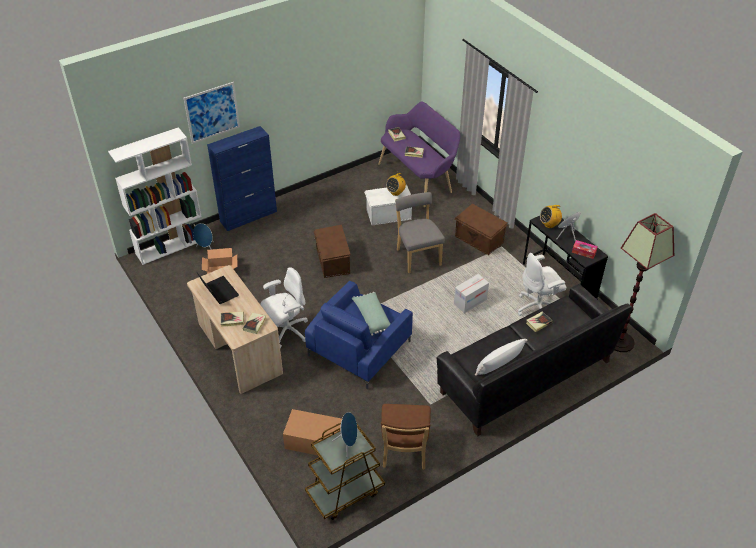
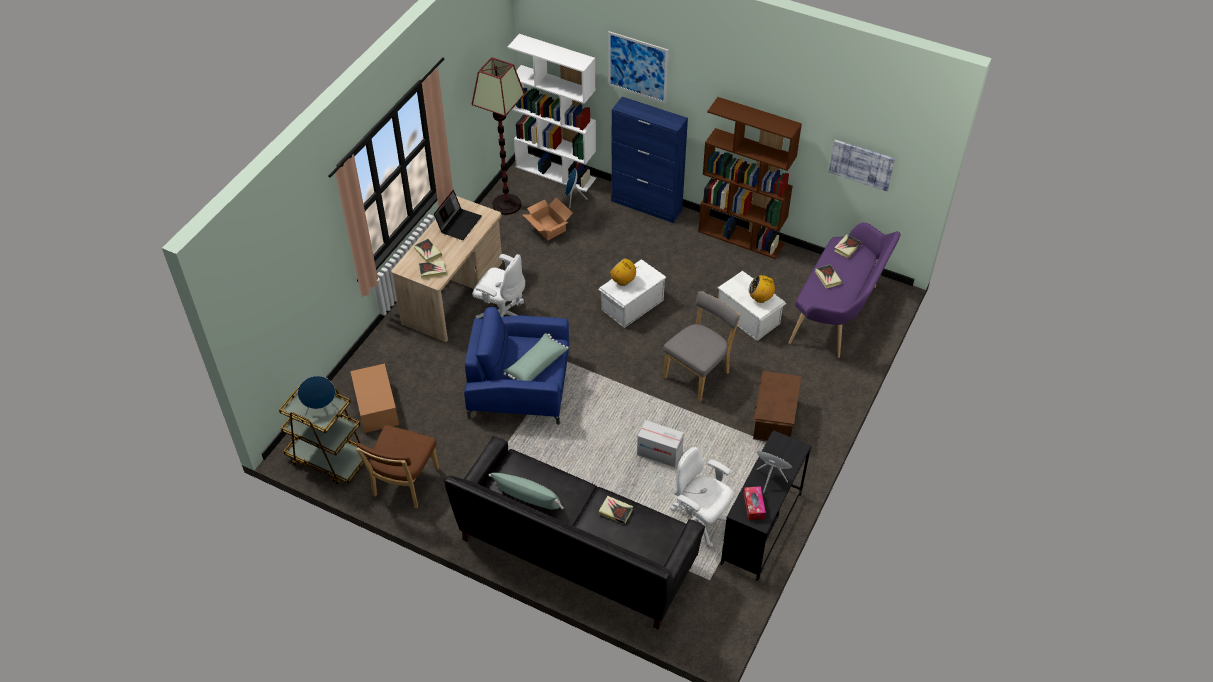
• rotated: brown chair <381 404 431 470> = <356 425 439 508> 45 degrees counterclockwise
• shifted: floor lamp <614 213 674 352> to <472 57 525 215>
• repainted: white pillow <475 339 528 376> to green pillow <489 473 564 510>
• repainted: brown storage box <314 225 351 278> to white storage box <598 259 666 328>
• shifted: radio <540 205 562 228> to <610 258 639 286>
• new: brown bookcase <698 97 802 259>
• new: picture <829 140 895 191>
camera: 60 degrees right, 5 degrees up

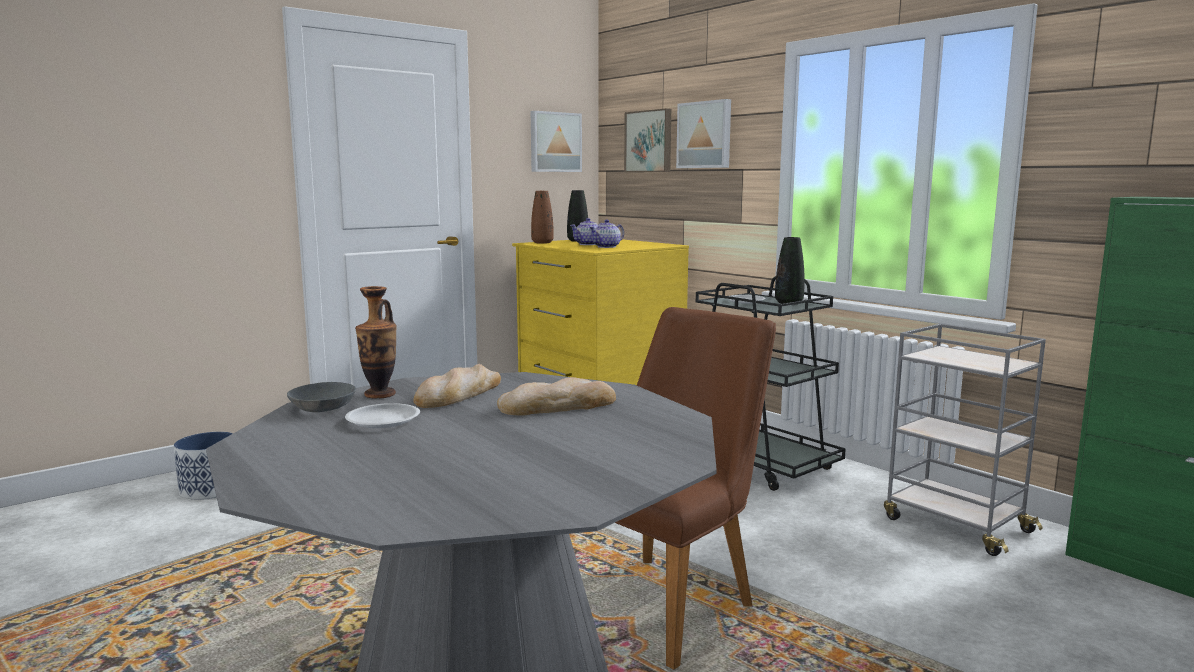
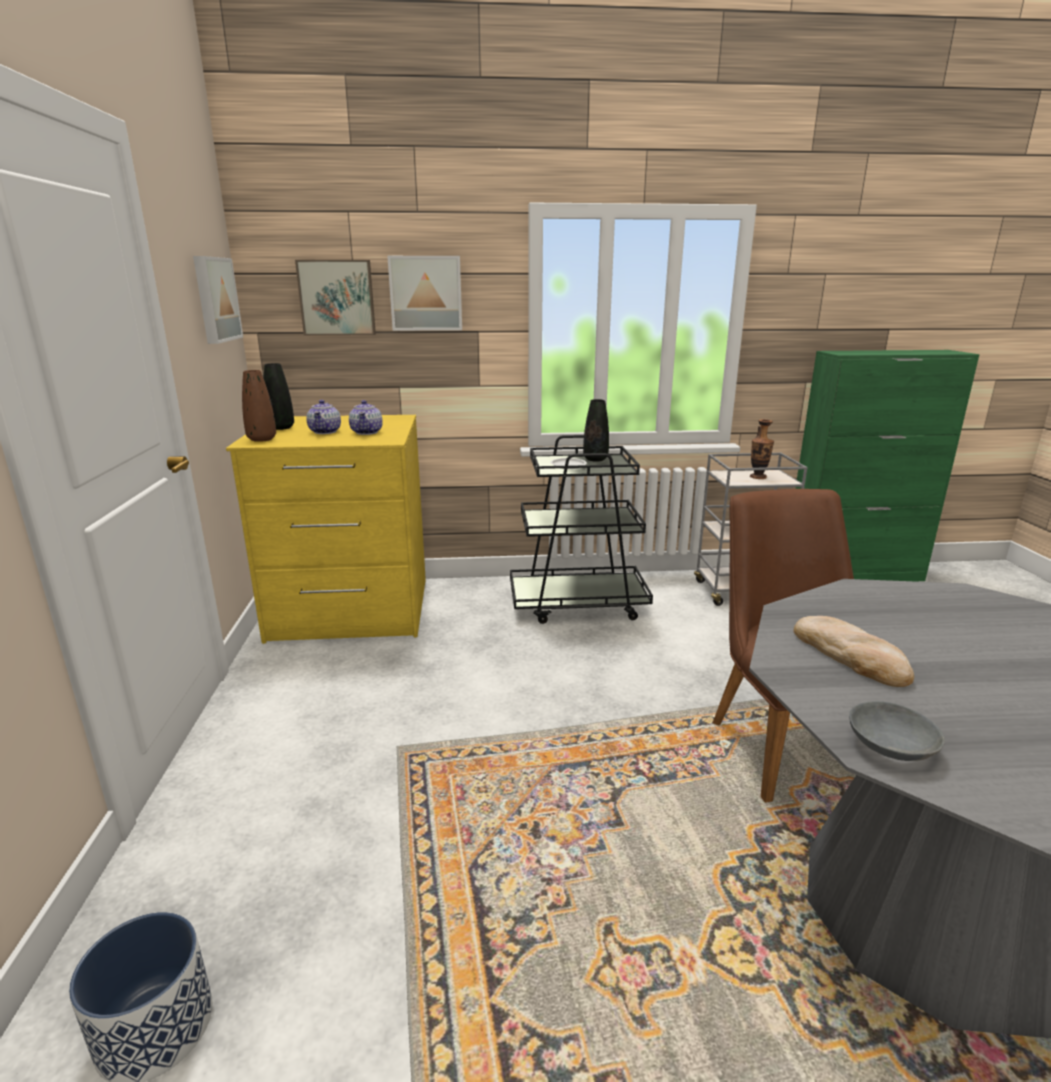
• shifted: vase <355 286 397 399> to <750 419 774 479>
• gone: white plate <345 403 420 428>
• gone: bread <497 377 616 416>
camera: 55 degrees left, 10 degrees up

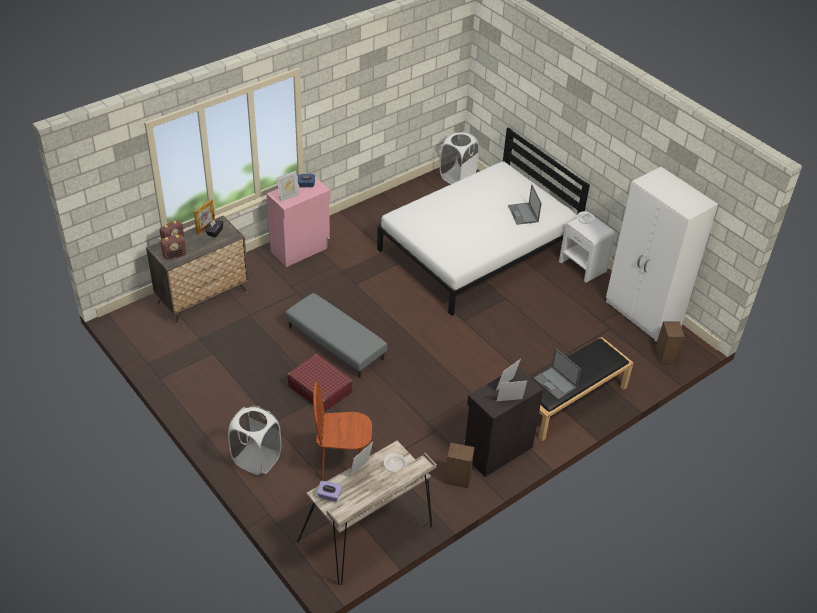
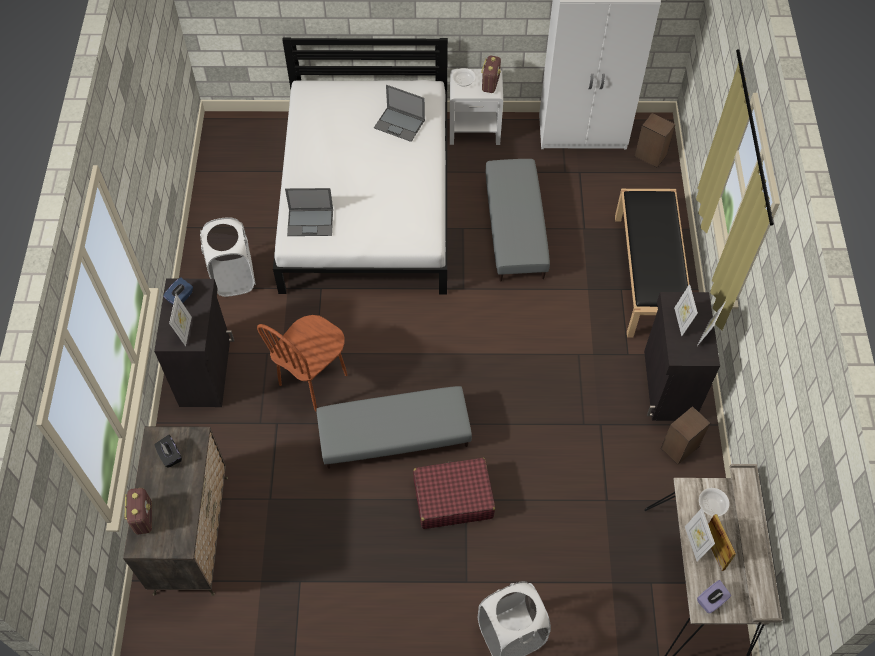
• repainted: pink cabinet <267 177 331 267> to black cabinet <154 279 234 407>
• shifted: white laundry basket <440 131 479 184> to <200 217 256 297>
• shifted: brown chair <313 382 372 480> to <257 315 347 411>
• shifted: laptop <533 348 581 400> to <285 188 333 236>
• shifted: radio <160 234 186 260> to <481 56 501 93>
• new: grey ottoman <486 159 550 281>
• shifted: picture frame <194 199 215 234> to <708 514 736 571>
camera: 50 degrees left, 15 degrees up

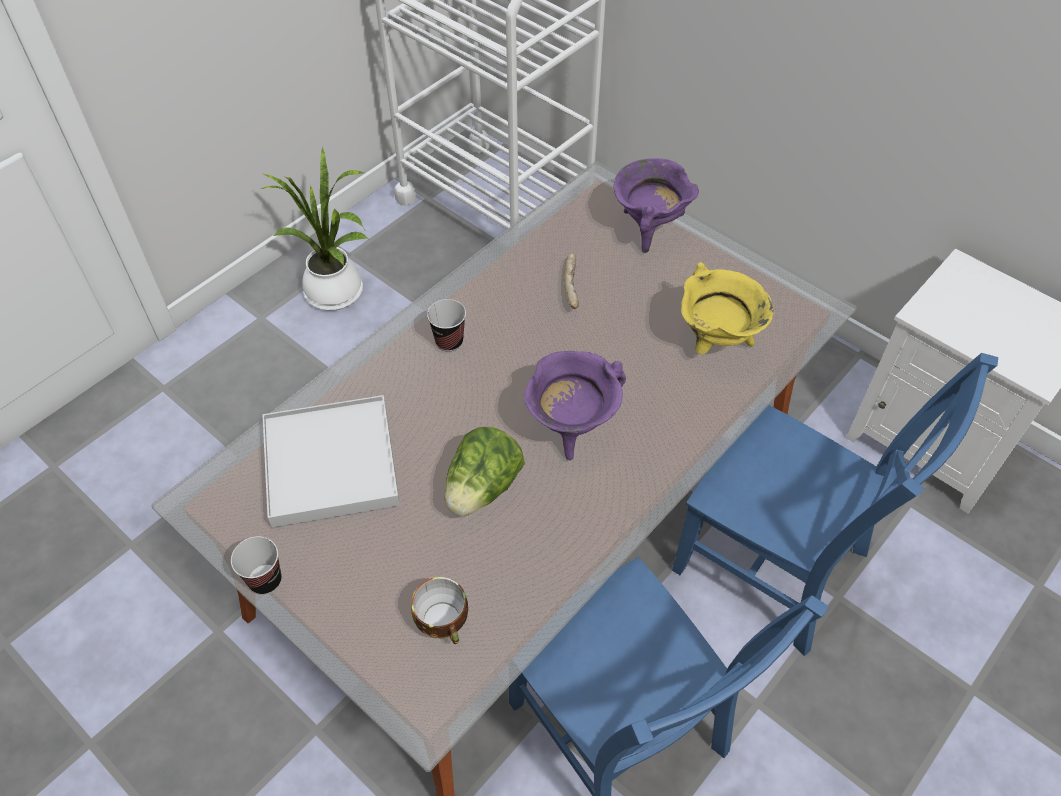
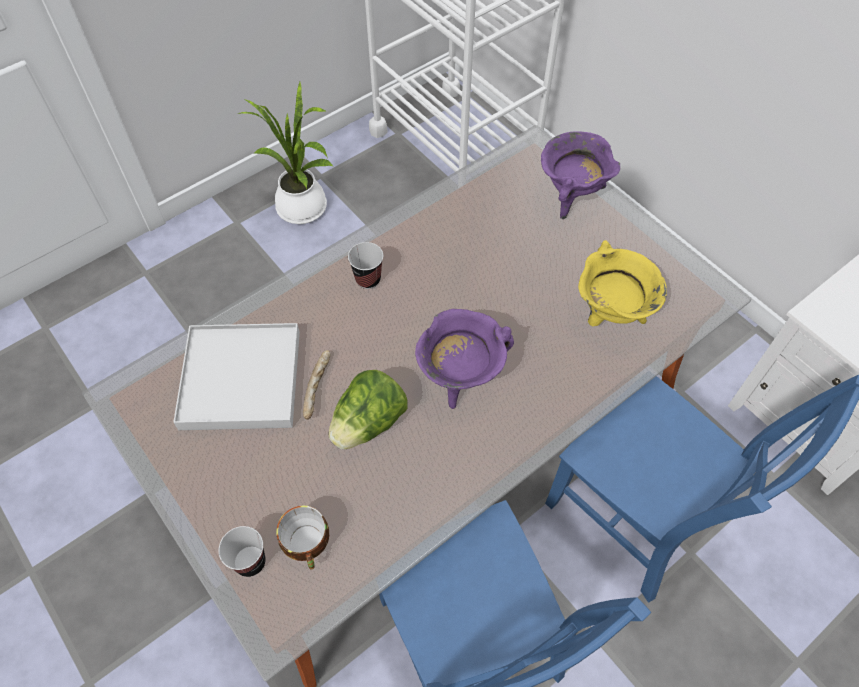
• shifted: cup <231 536 282 595> to <219 526 266 577>
• shifted: bread <564 254 579 309> to <303 350 331 420>
camera: 10 degrees right, 5 degrees up

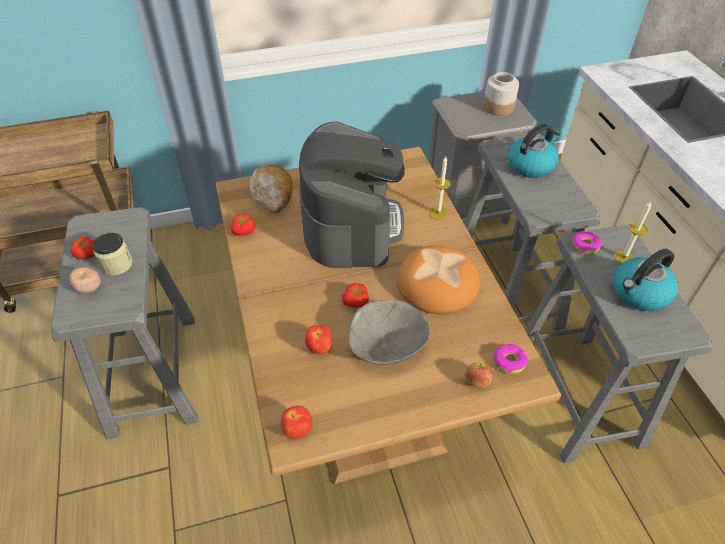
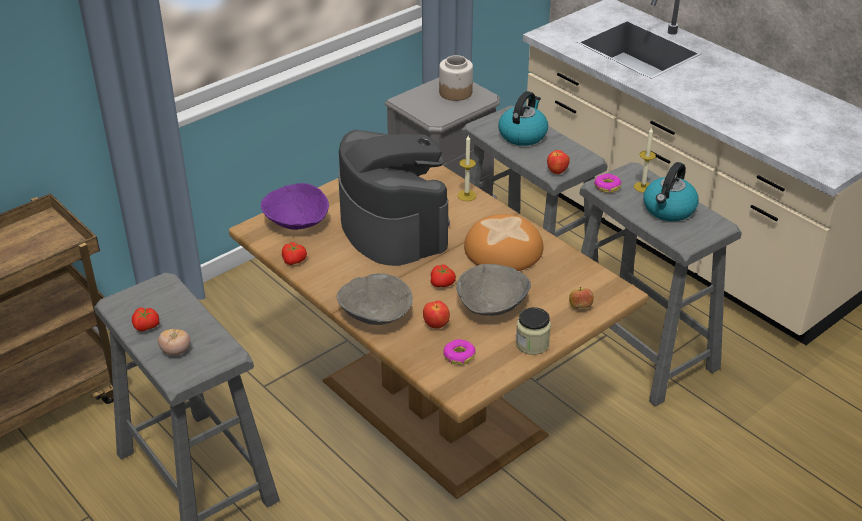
• swapped: bread <250 164 293 213> to purple bowl <261 183 329 230>
• new: grey bowl <337 273 413 325>
• shifted: donut <493 344 528 374> to <443 339 476 365>
• shifted: jar <92 233 133 276> to <516 307 551 355>
• shifted: apple <281 406 312 439> to <547 150 570 174>
camera: 25 degrees left, 10 degrees down

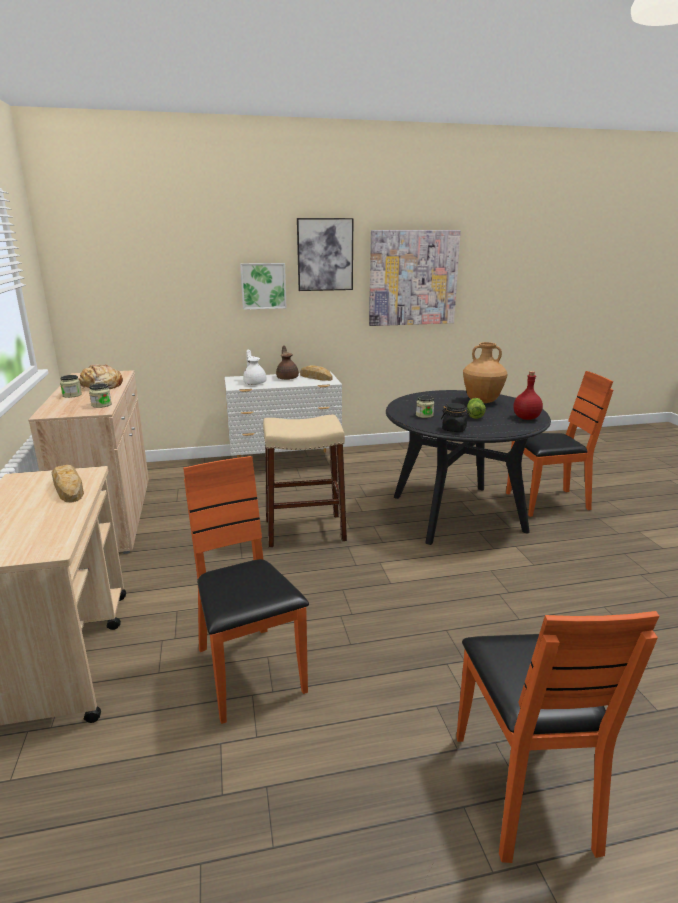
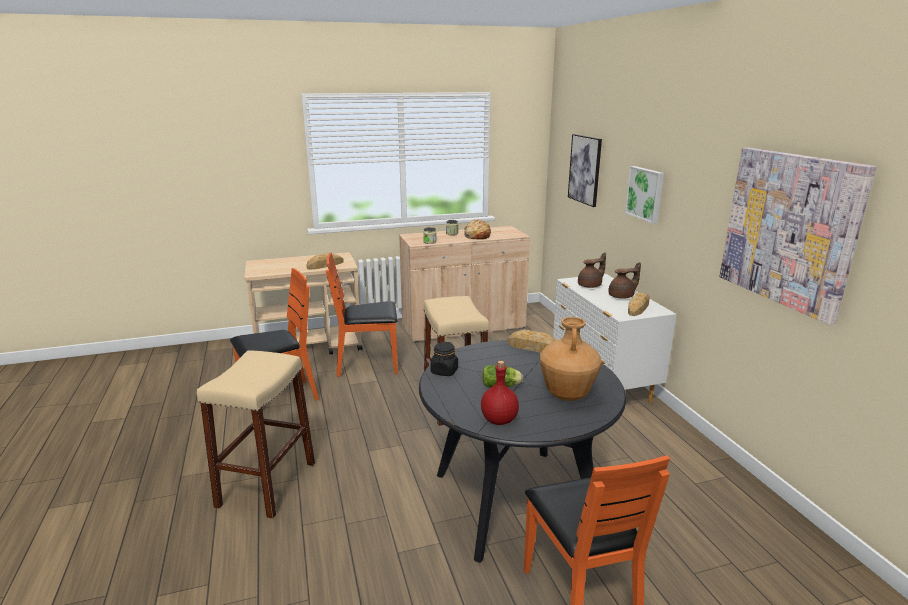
• new: beige stool <197 351 315 519>
• shifted: orange chair <456 611 659 863> to <326 253 398 377>
• new: bread <507 330 556 353>
• shifted: picture <297 218 353 291> to <568 134 602 207>
• repainted: white teapot <243 349 267 385> to brown teapot <578 253 606 288>
• gone: jar <416 396 434 418>
camera: 85 degrees right, 0 degrees up

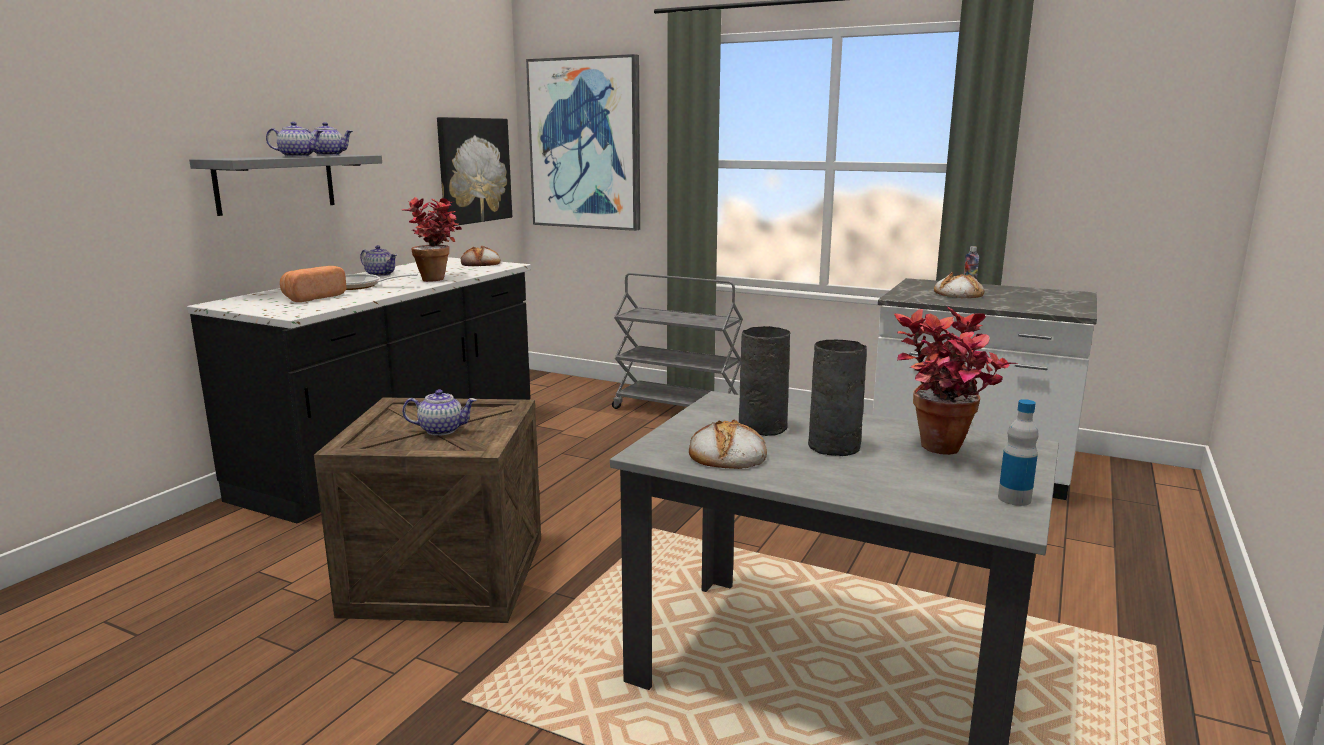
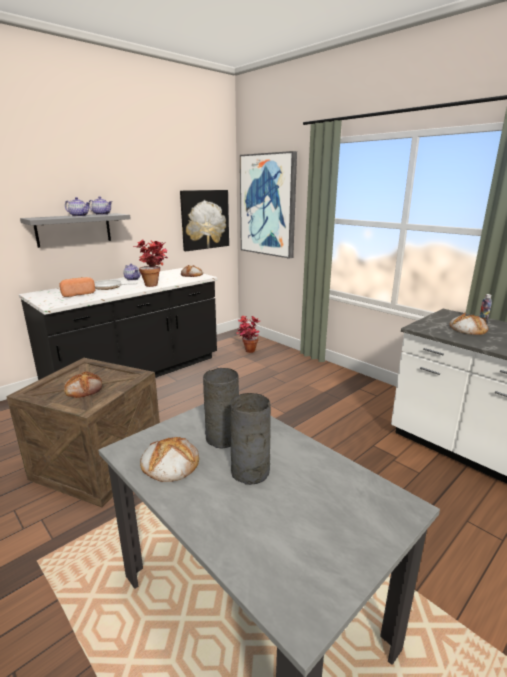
• swapped: teapot <402 389 477 436> to bread <64 371 102 398>
• shifted: potted plant <894 307 1017 455> to <236 316 260 353>
• gone: grey cart <612 273 743 409>
• gone: bottle <998 399 1039 506>
camera: 20 degrees right, 5 degrees up

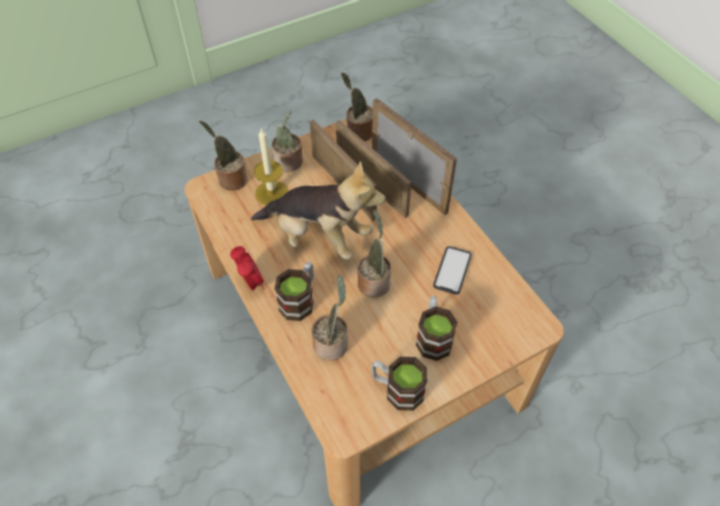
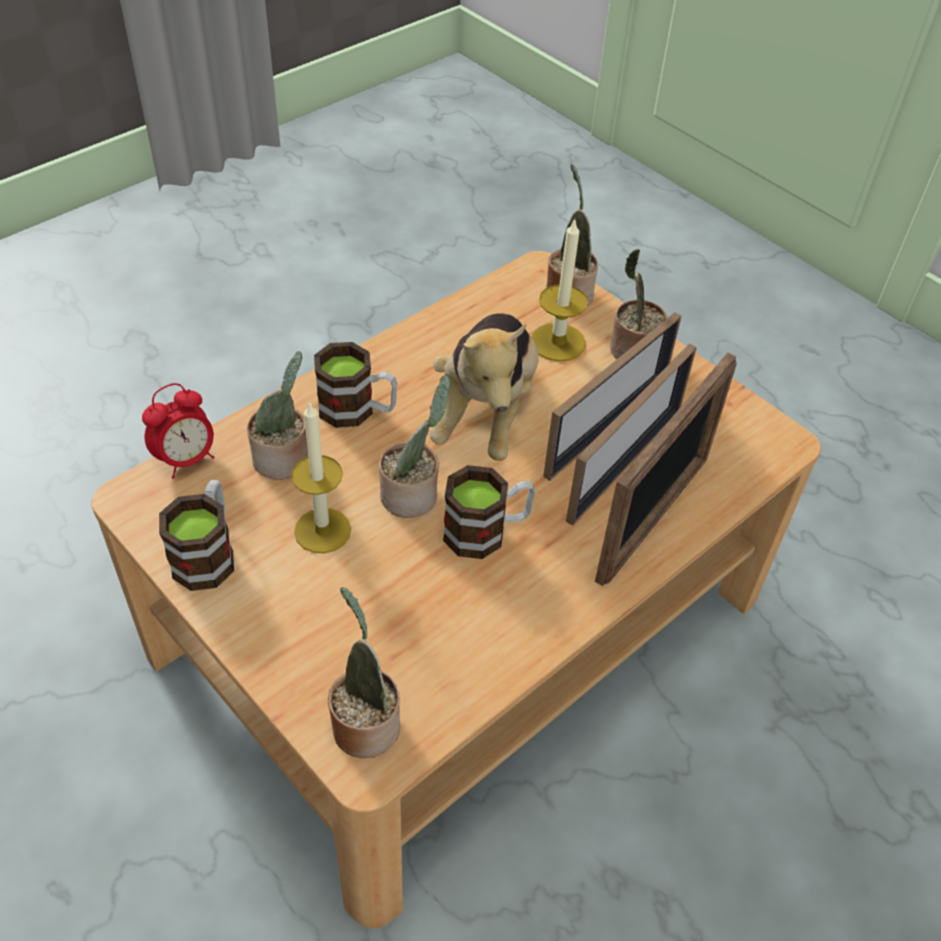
• shifted: alarm clock <230 246 264 291> to <142 383 214 479>
• new: candle <291 401 351 553>
• shifted: potted plant <341 72 373 141> to <328 587 400 758>
• shifted: mug <416 296 458 361> to <443 465 535 559>
• gone: phone <433 246 472 295>
camera: 75 degrees right, 5 degrees down

